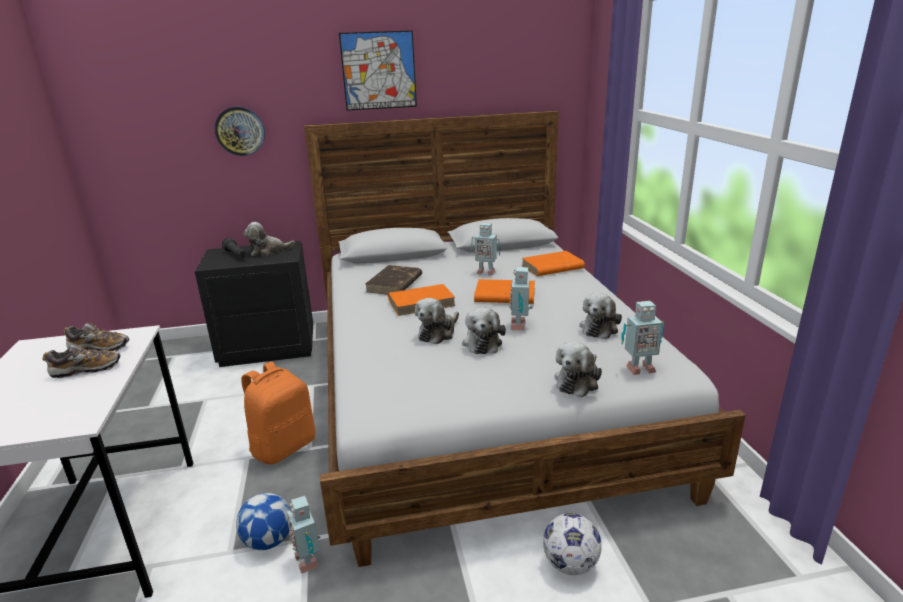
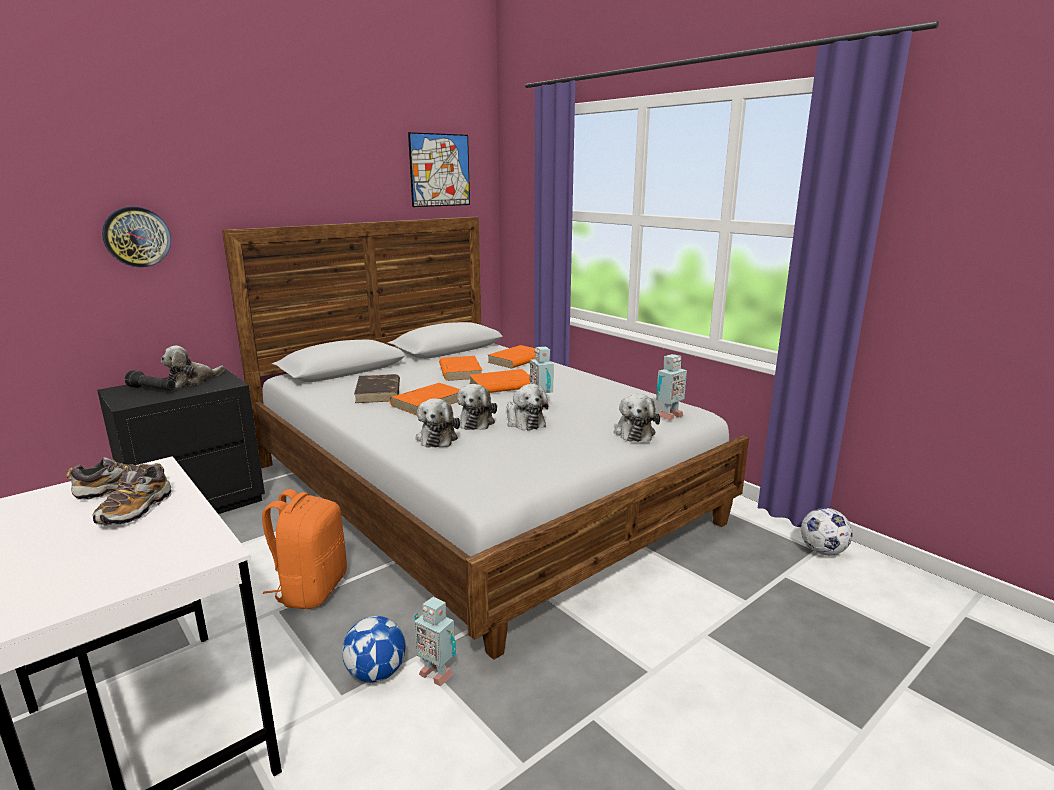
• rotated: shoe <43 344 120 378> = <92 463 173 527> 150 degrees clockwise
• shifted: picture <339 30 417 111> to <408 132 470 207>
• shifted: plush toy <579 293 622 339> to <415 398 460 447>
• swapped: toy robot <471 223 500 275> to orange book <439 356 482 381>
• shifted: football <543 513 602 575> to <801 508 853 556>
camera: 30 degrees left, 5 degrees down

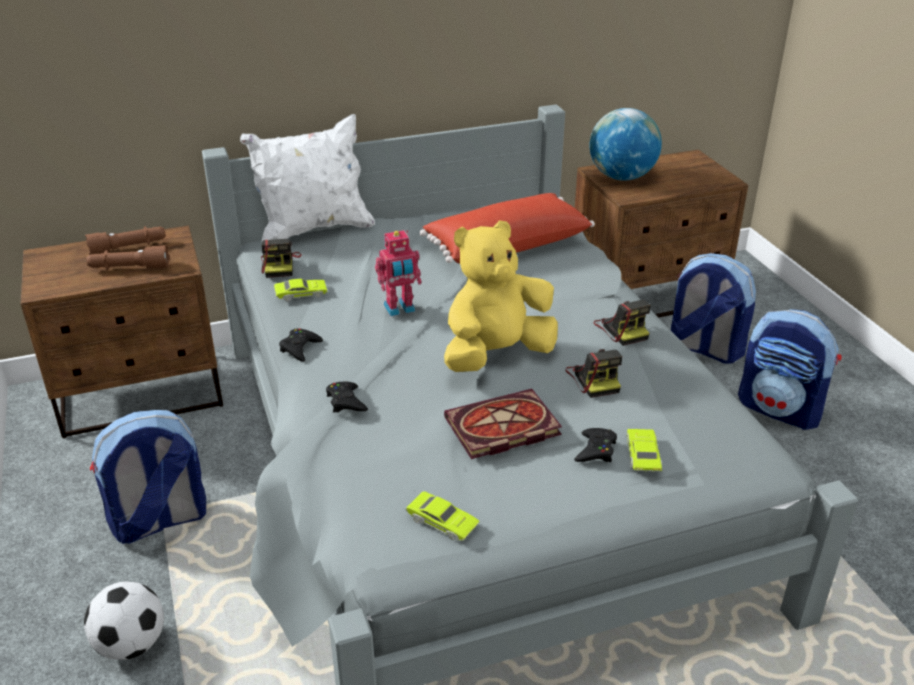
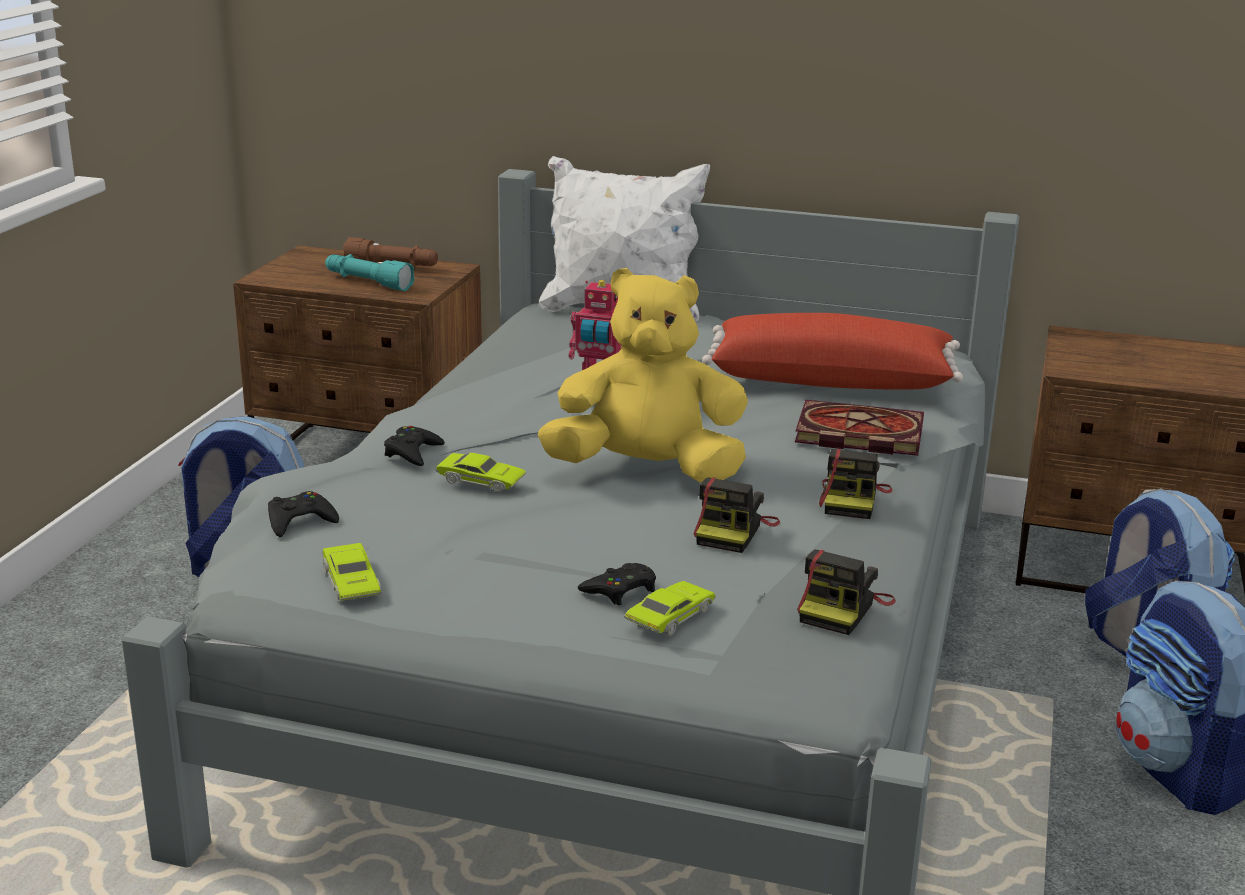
• shifted: black game controller <279 328 323 362> to <268 491 339 537>
• repainted: brown flashlight <86 245 170 270> to turquoise flashlight <325 254 415 291>
• shifted: green toy car <274 279 328 302> to <435 453 526 492>
• shifted: book <444 389 562 459> to <795 400 924 456>
• shifted: photo camera <261 239 302 278> to <797 550 896 635>
• gone: football <84 582 164 660>
• gone: globe <590 108 662 181>
camera: 35 degrees right, 10 degrees down

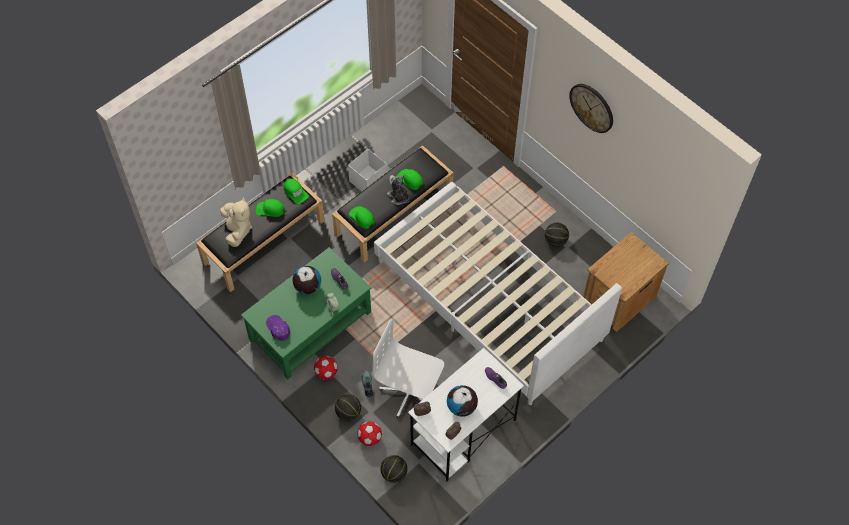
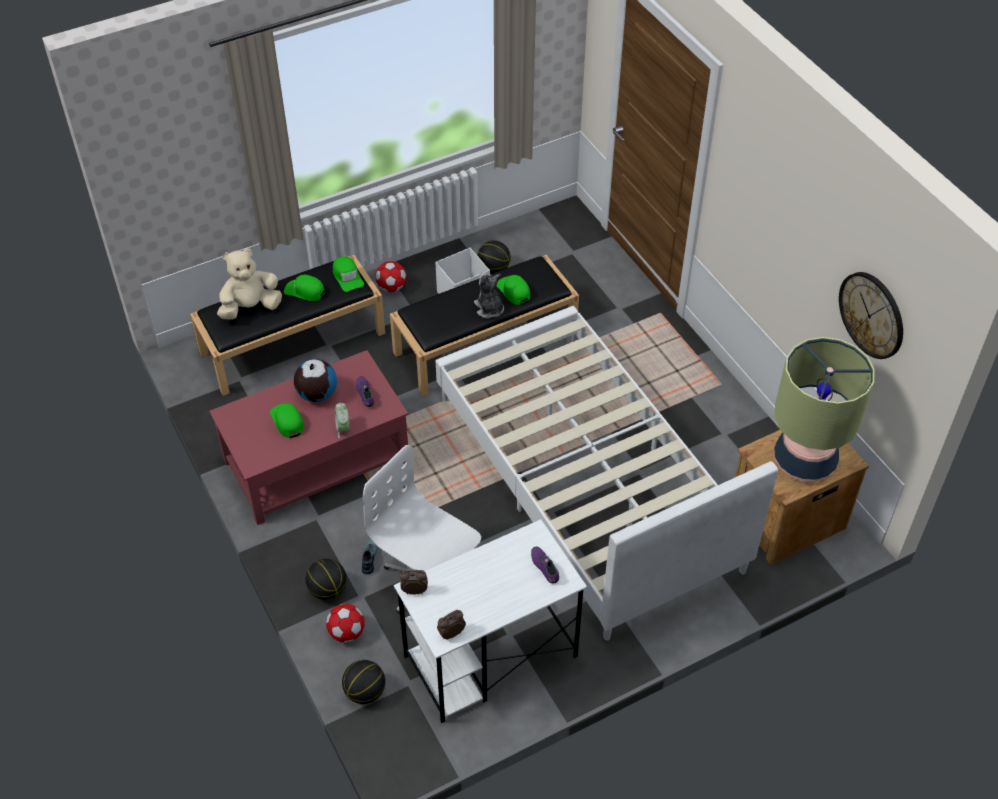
• repainted: green coffee table <241 247 371 379> to red coffee table <209 350 408 525>
• rotated: beige plush toy <220 197 252 247> = <217 248 282 320> 120 degrees counterclockwise
• shifted: green cap <349 206 375 229> to <270 403 304 438>
• shifted: football <314 356 338 380> to <375 261 406 292>
• shifted: basketball <545 223 569 247> to <477 241 511 274>
• new: table lamp <774 337 875 482>
• shifted: wall clock <569 84 613 133> to <839 272 903 359>
• gone: purple cap <266 315 290 341>
• gone: globe <447 385 478 417>
camera: 15 degrees right, 10 degrees down

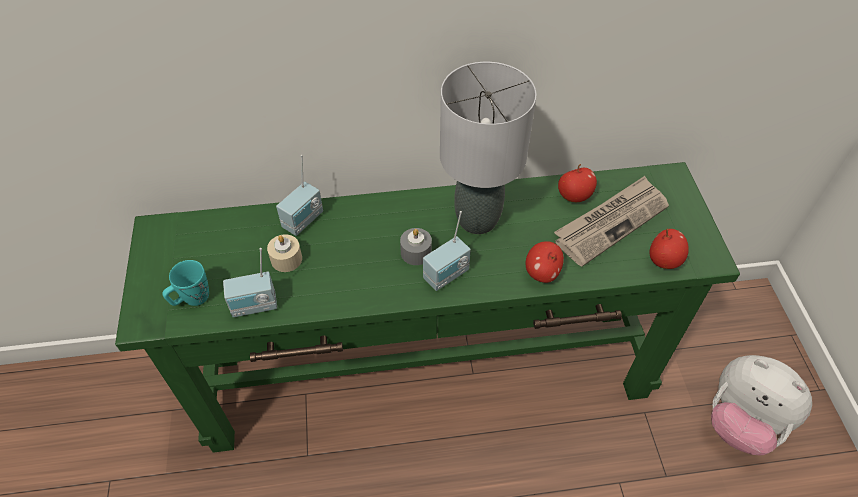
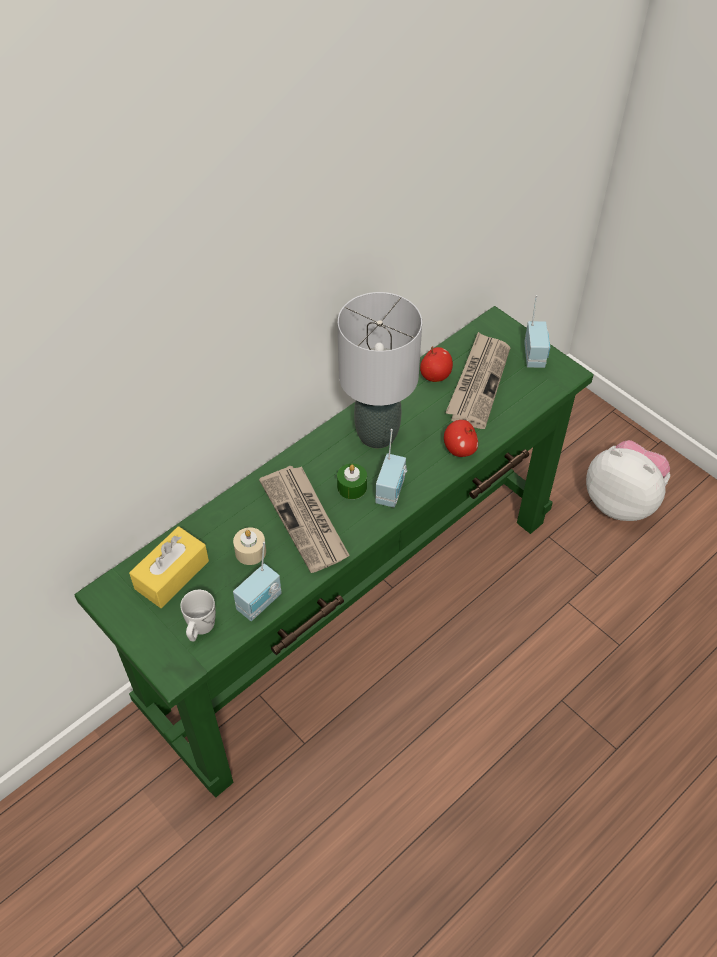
• new: yellow tissue box <129 526 209 608>
• repainted: turquoise mug <162 260 209 306> to white mug <180 590 216 642>
• new: newspaper <259 466 350 573>
• repainted: grey candle <400 228 432 265> to green candle <337 464 367 499>
• shifted: radio <276 155 323 236> to <524 295 550 368>
• rotated: plush toy <711 355 812 456> = <586 440 670 521> 150 degrees counterclockwise
• gone: apple <650 228 689 269>
camera: 35 degrees left, 0 degrees up

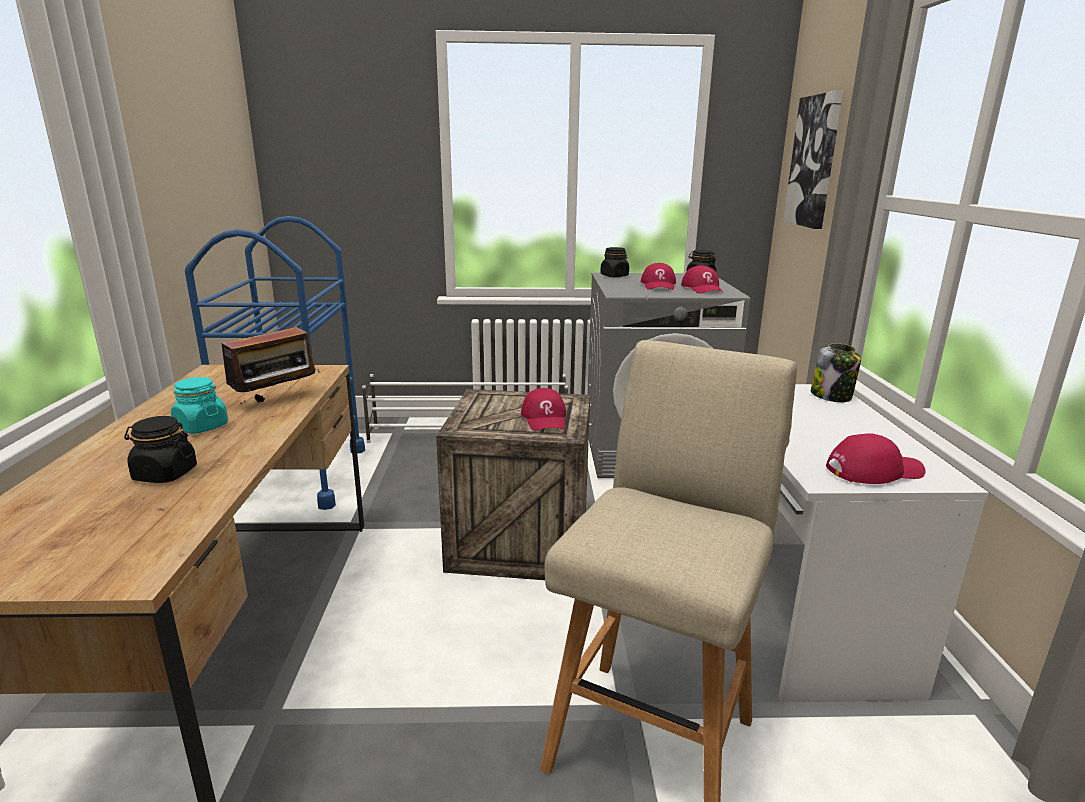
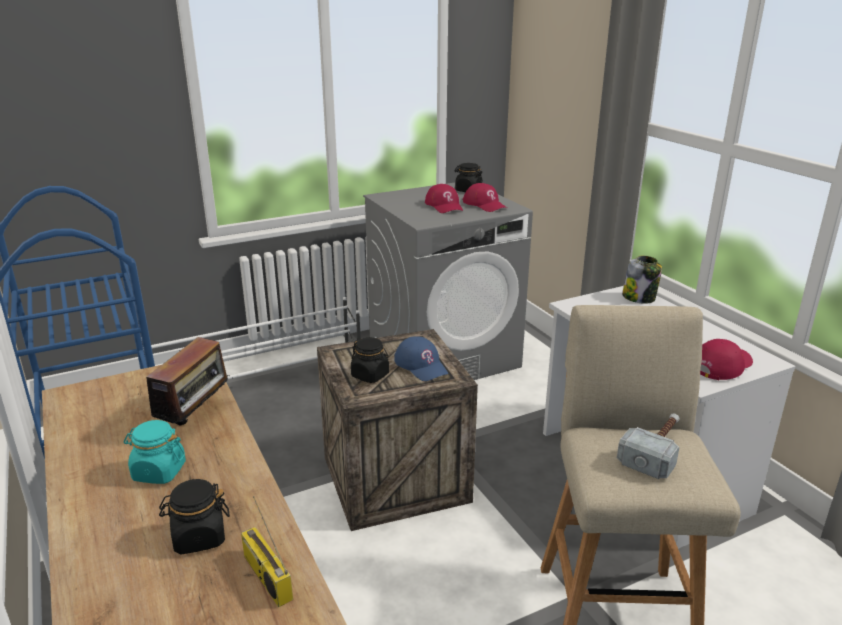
• new: radio <241 496 293 607>
• shifted: black jar <600 247 629 277> to <351 338 389 383>
• repainted: red cap <521 388 566 431> to blue cap <394 336 448 381>
• new: hammer <617 413 680 479>
• gone: picture <783 91 843 229>
camera: 25 degrees left, 5 degrees up

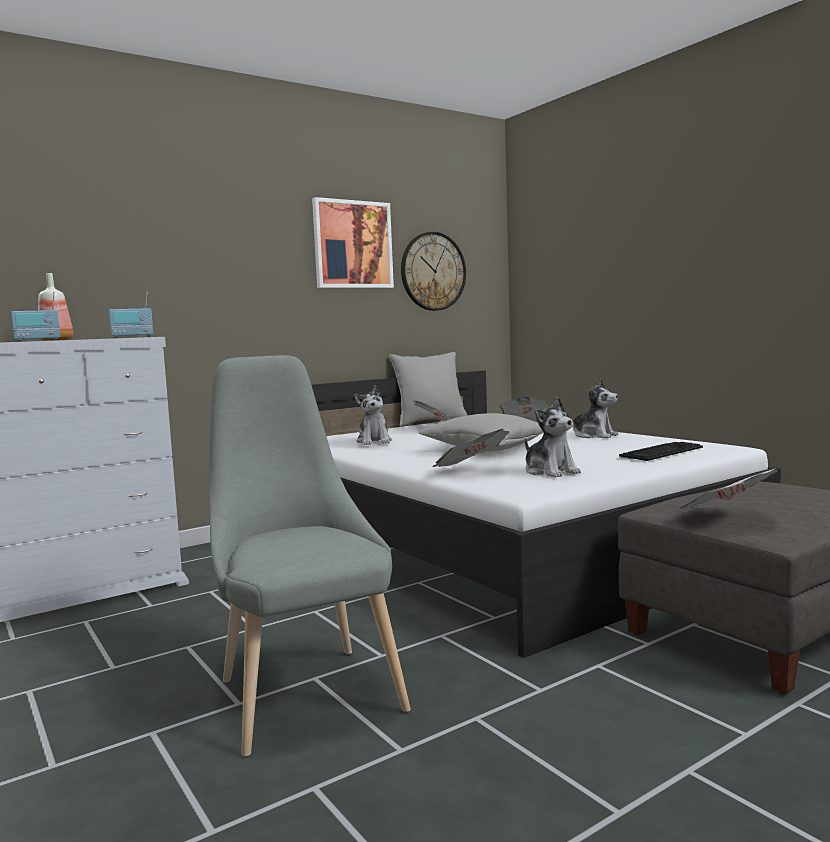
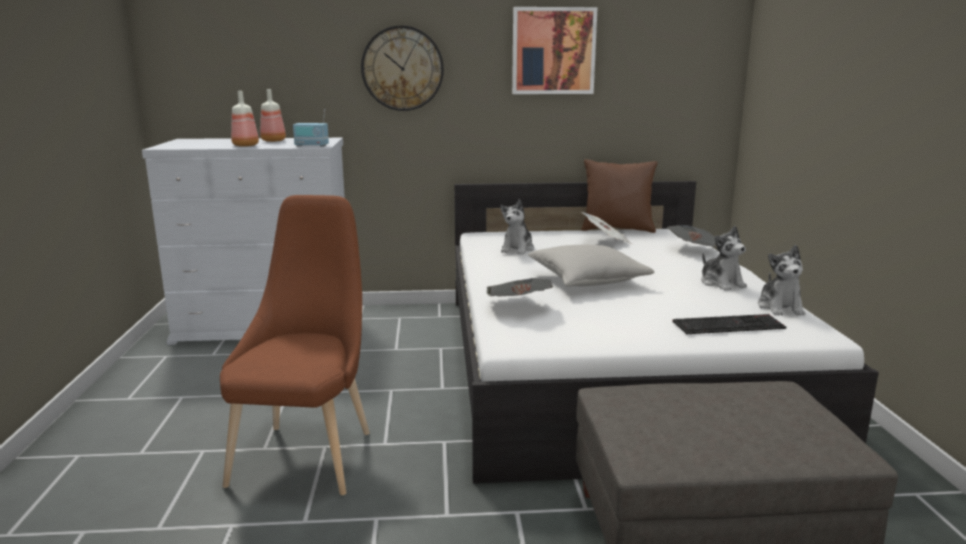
• repainted: grey chair <209 355 411 756> to brown chair <220 195 370 495>
• swapped: radio <11 292 60 342> to bottle <231 91 259 147>
• shifted: wall clock <401 232 466 311> to <361 25 444 111>
• repainted: grey pillow <389 352 468 427> to brown pillow <581 159 658 233>
• shifted: plush toy <525 397 581 477> to <758 245 806 315>
• gone: newspaper <672 468 778 512>
camera: 30 degrees right, 10 degrees up

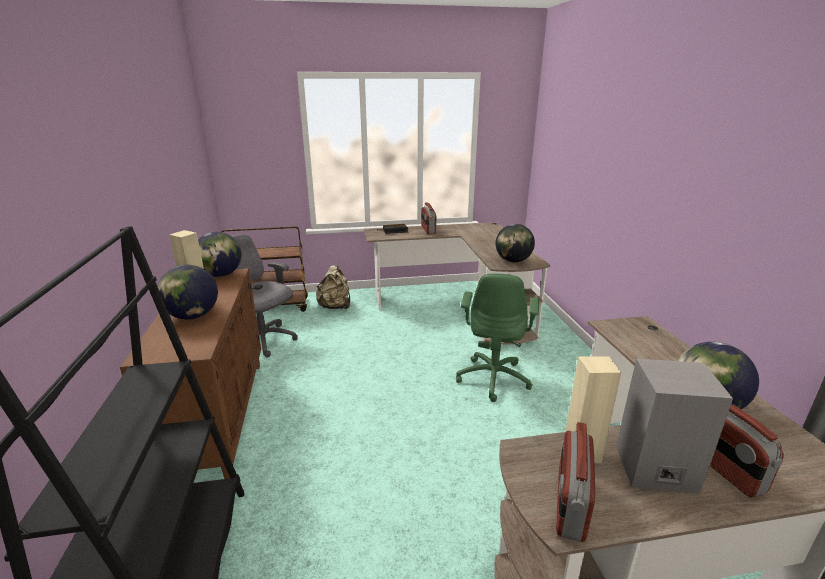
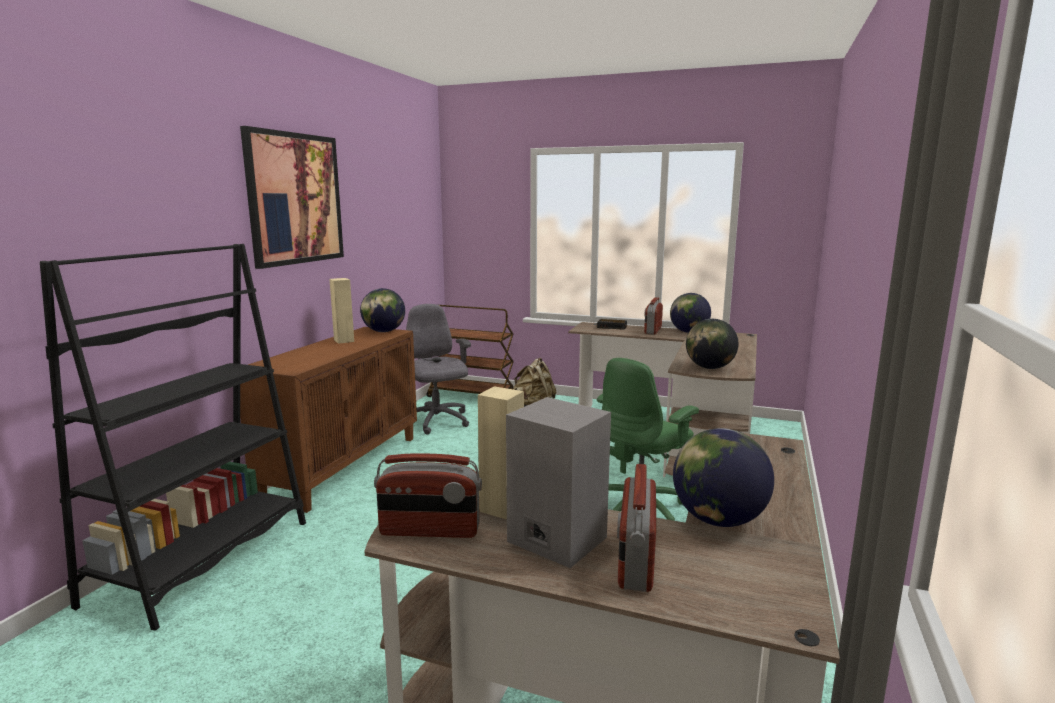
• new: picture <240 126 344 269>
• rotated: radio <556 422 595 542> = <374 453 482 538> 135 degrees counterclockwise
• shifted: globe <158 265 218 320> to <670 293 711 333>
camera: 30 degrees right, 10 degrees down

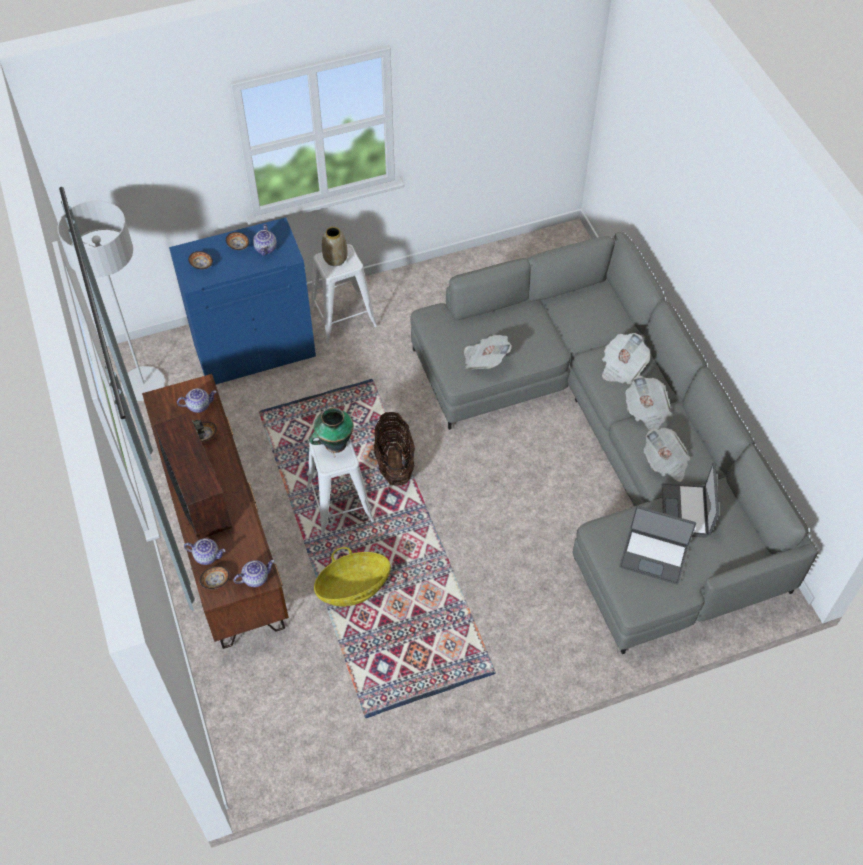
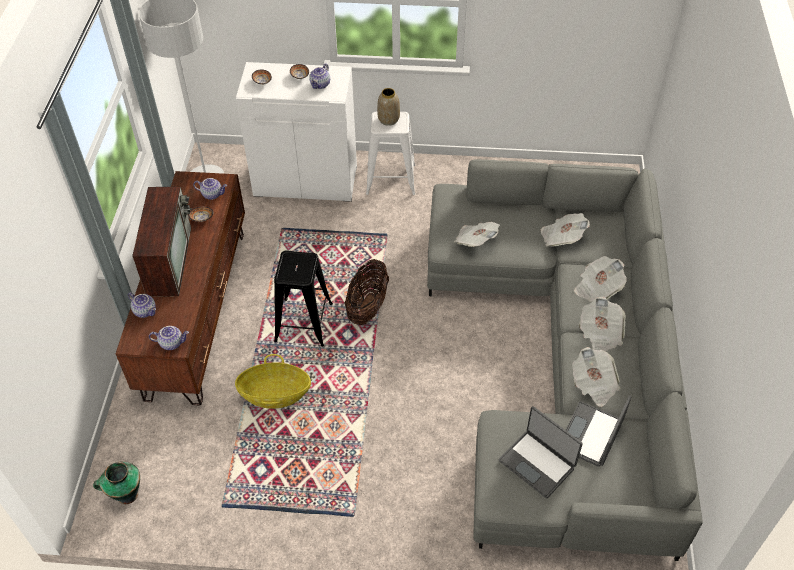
• shifted: vase <309 407 354 453> to <93 462 140 504>
• repainted: blue cabinet <169 217 316 384> to white cabinet <236 62 357 202>
• repainted: white stool <306 438 374 535> to black stool <274 250 333 347>
• new: newspaper <540 213 590 246>
• gone: bowl <200 566 230 589>
camera: 25 degrees right, 5 degrees down

